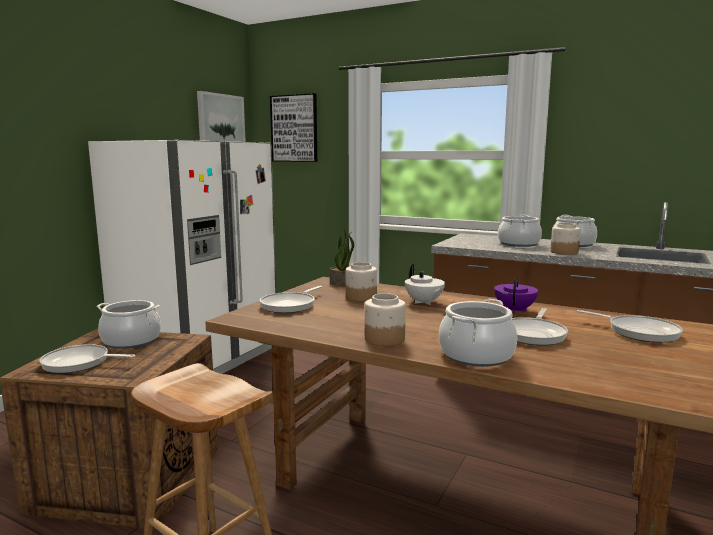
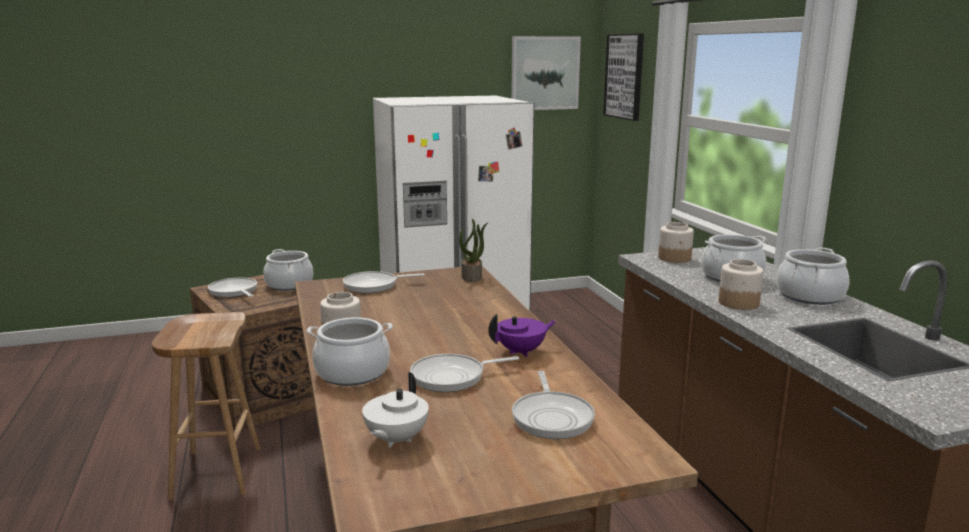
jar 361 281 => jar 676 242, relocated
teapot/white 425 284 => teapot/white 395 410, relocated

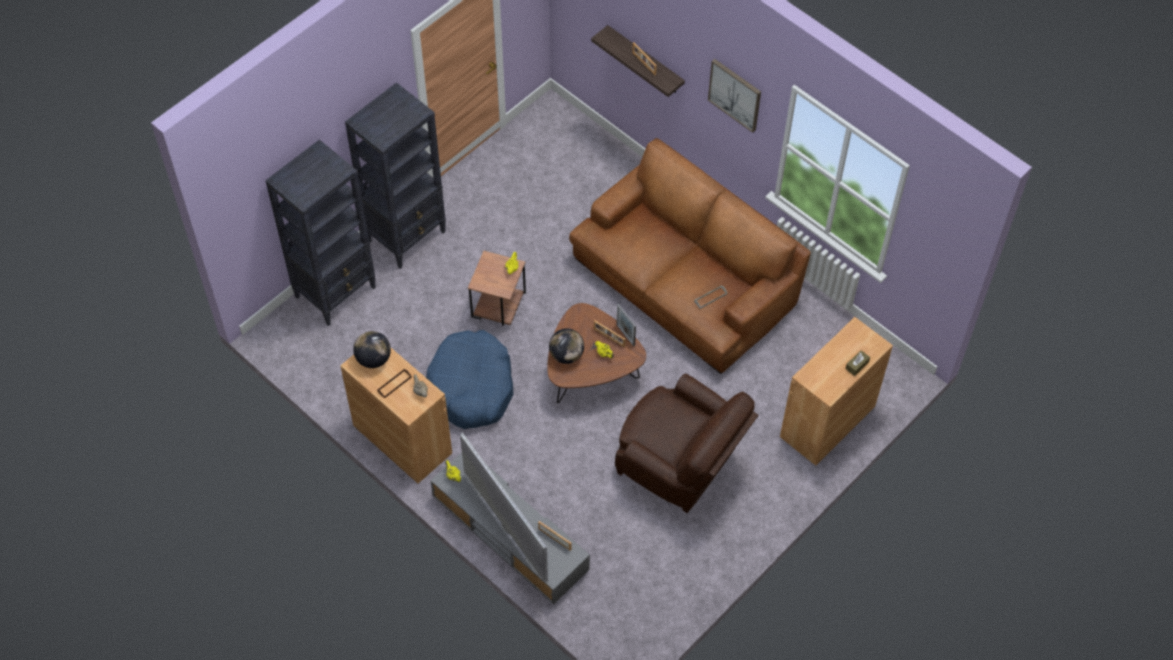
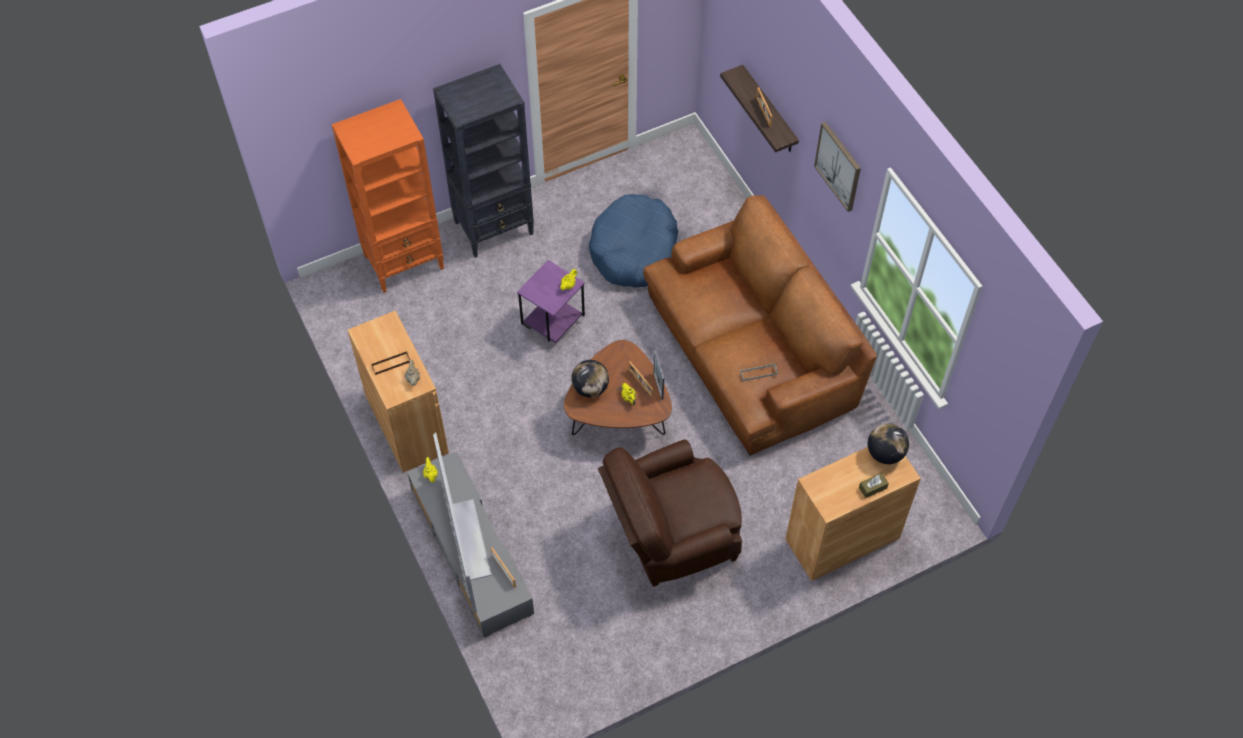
bookcase/black 320 233 => bookcase/orange 387 196
side table/brown 497 288 => side table/purple 551 301
dog bed/blue 469 379 => dog bed/blue 633 241, relocated
globe 372 349 => globe 888 443, relocated
armchair/brown 687 443 => armchair/brown 670 513, 105 degrees clockwise

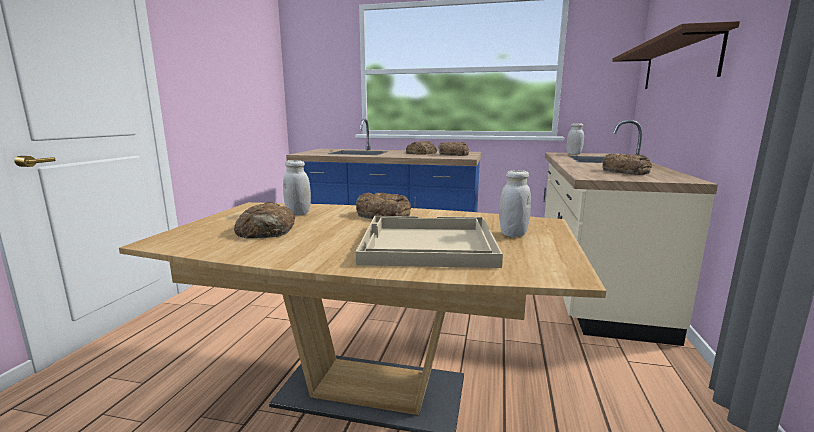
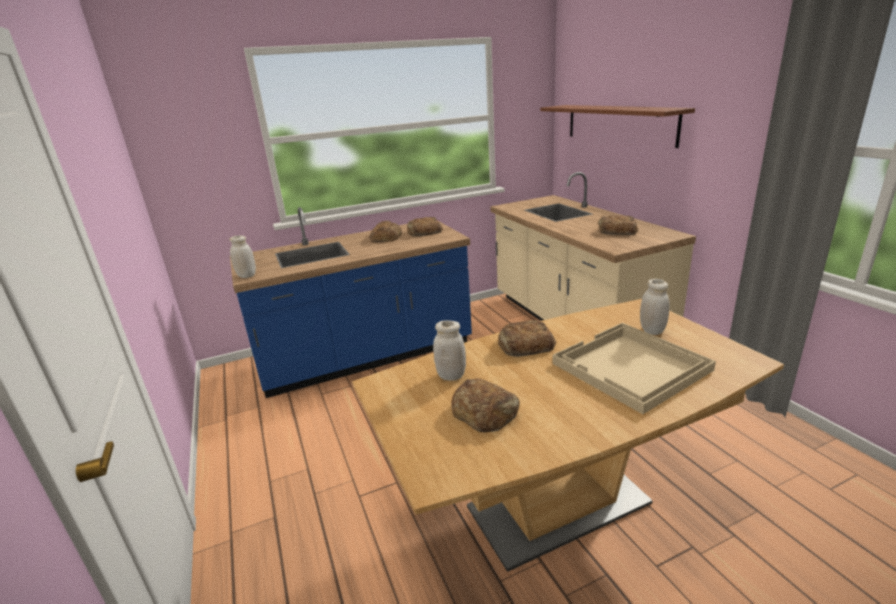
jar/white 575 138 => jar/white 242 256, relocated

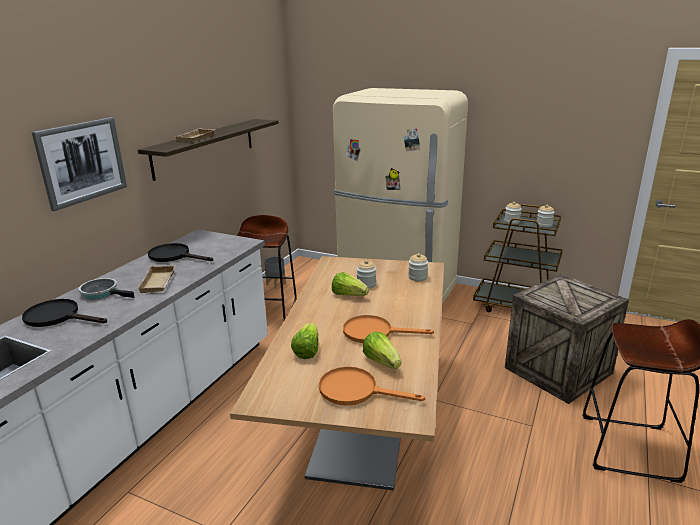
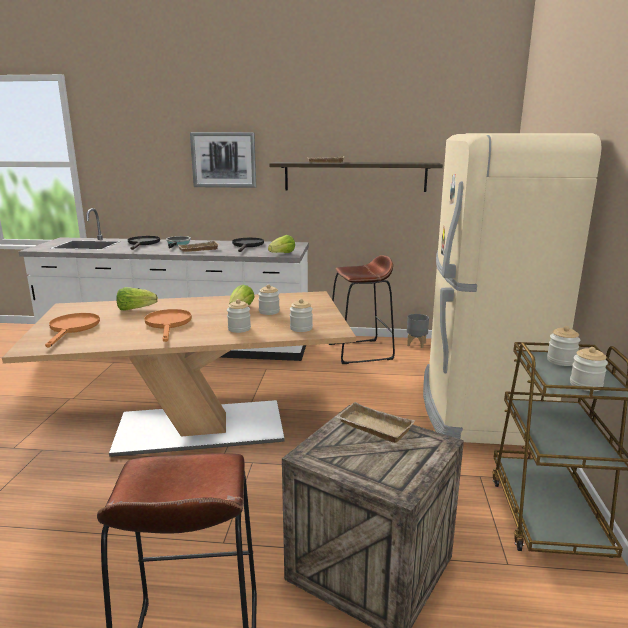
lettuce 382 350 => lettuce 281 244, relocated
nothing => jar 239 316
nothing => tray/beige 375 422

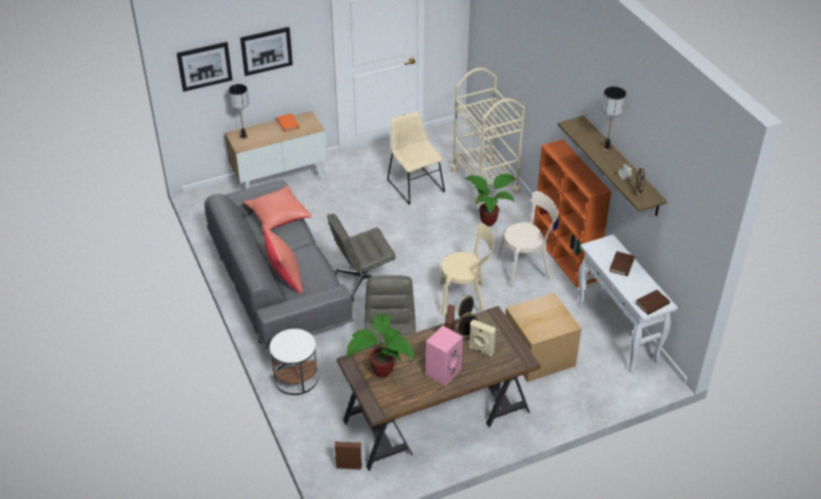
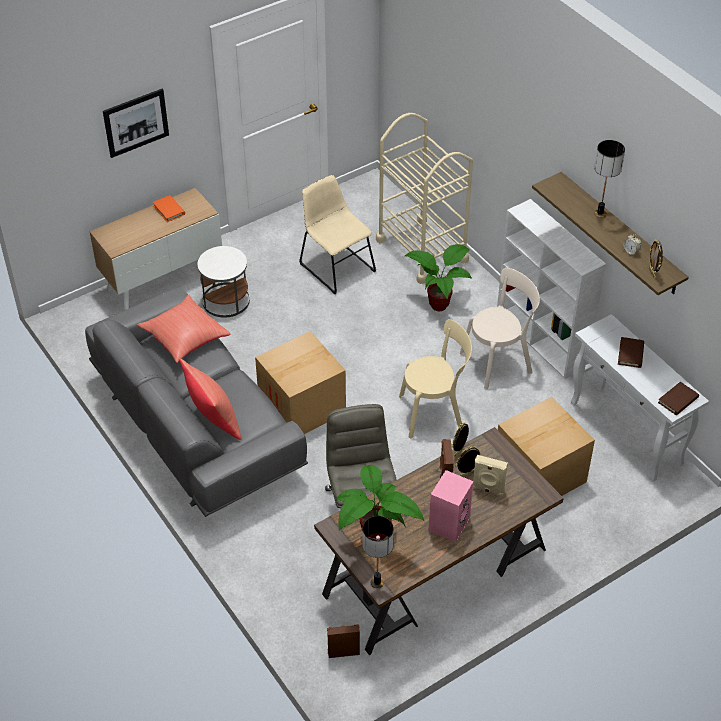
picture 205 67 => nothing
table lamp 239 111 => table lamp 378 552, relocated
bookcase/orange 572 213 => bookcase/white 551 289
office chair/grey 361 257 => cardboard box 300 382
side table/white 294 362 => side table/white 224 282, relocated

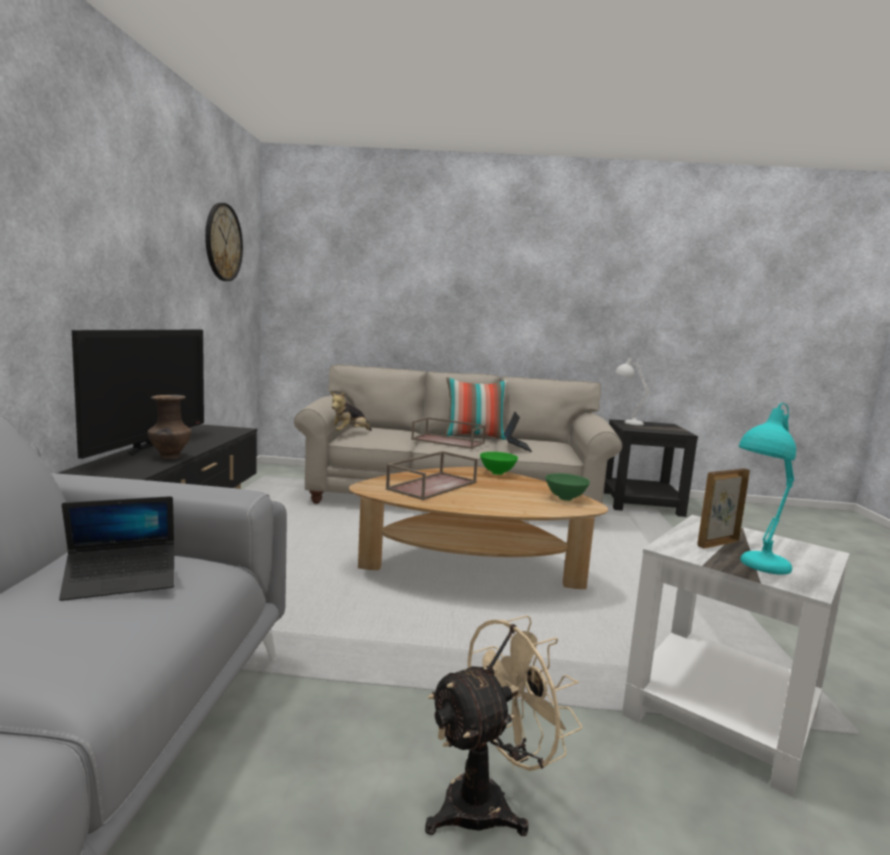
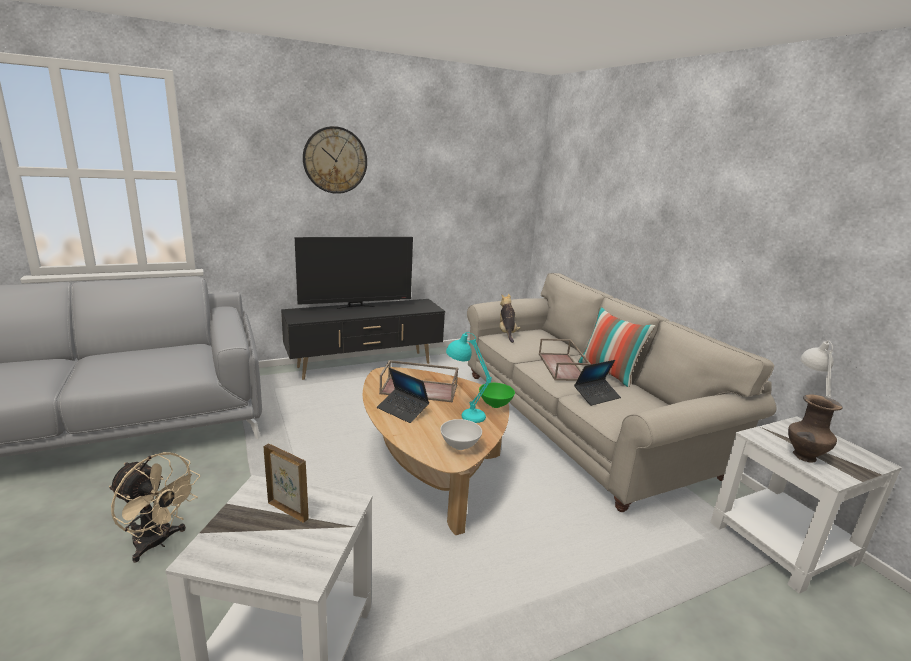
wall clock 224 242 => wall clock 335 160, relocated
plush toy 351 411 => plush toy 510 318, 75 degrees clockwise
vase/brown 169 427 => vase/brown 815 428, relocated
table lamp/turquoise 767 489 => table lamp/turquoise 469 377, relocated
side table/black 651 468 => side table/white 806 505
bowl/green 568 487 => bowl/white 461 434
laptop 116 548 => laptop 403 395, relocated

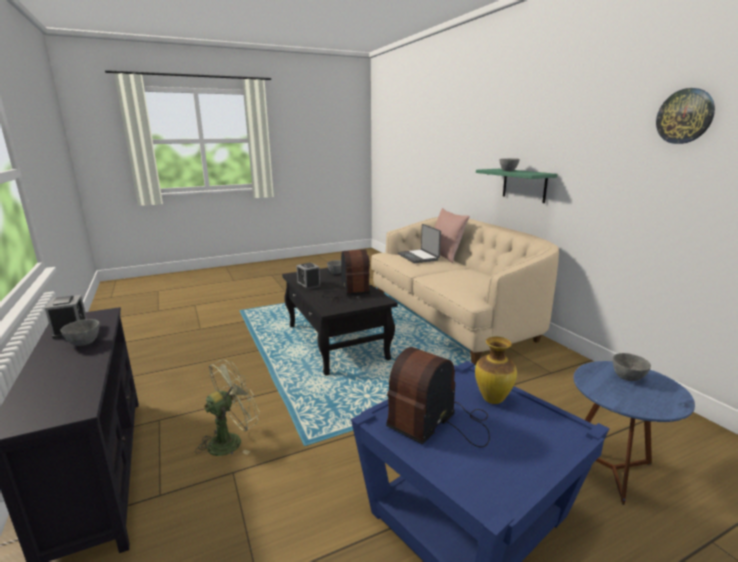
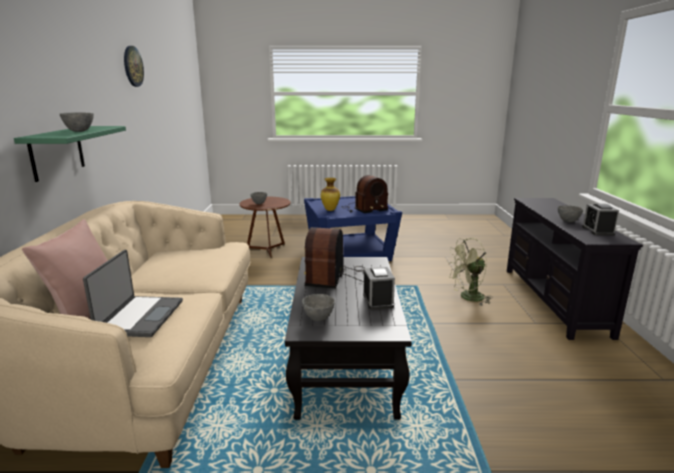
side table/blue 634 433 => side table/brown 265 227

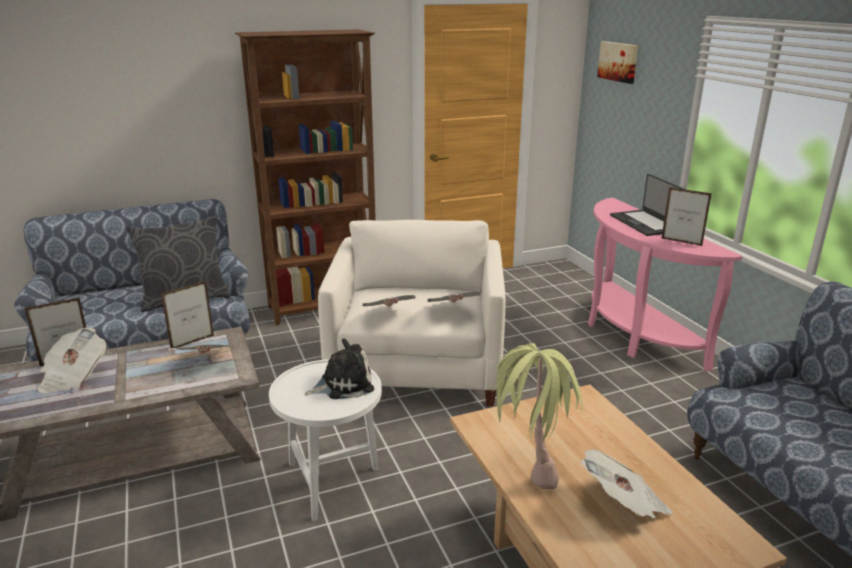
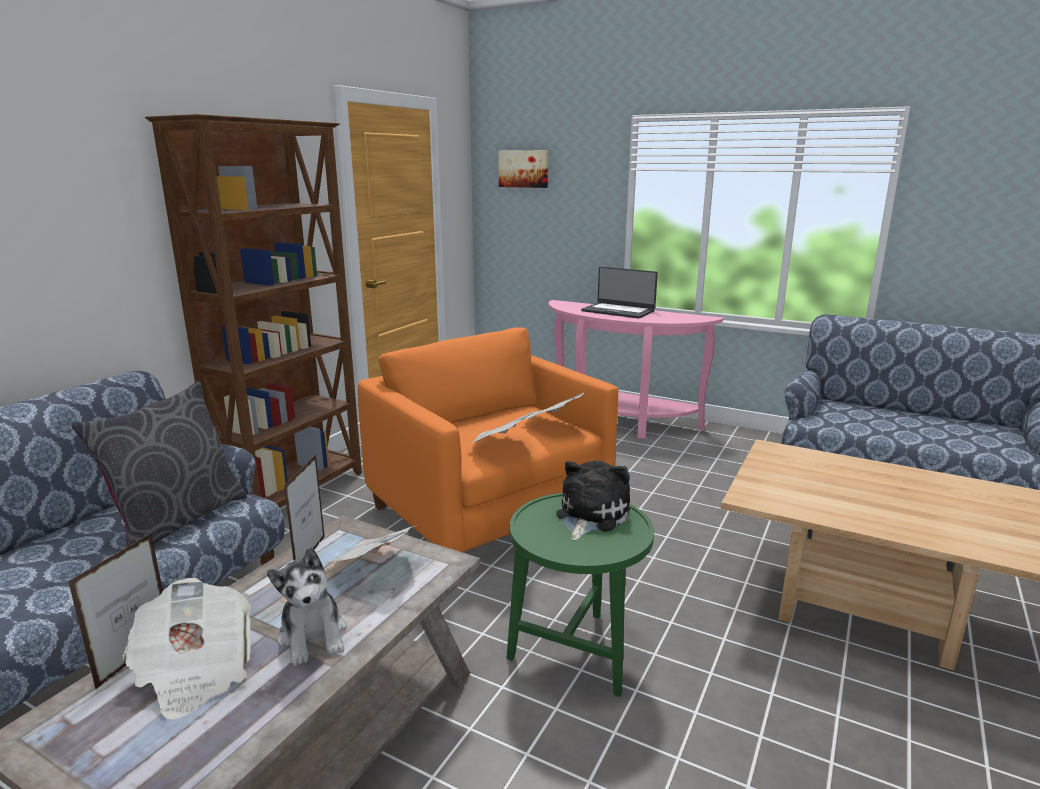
picture frame 686 216 => nothing
armchair/white 411 313 => armchair/orange 488 440
potted plant 537 416 => nothing
side table/white 325 440 => side table/green 580 595
newspaper 626 483 => nothing
nothing => plush toy 307 606

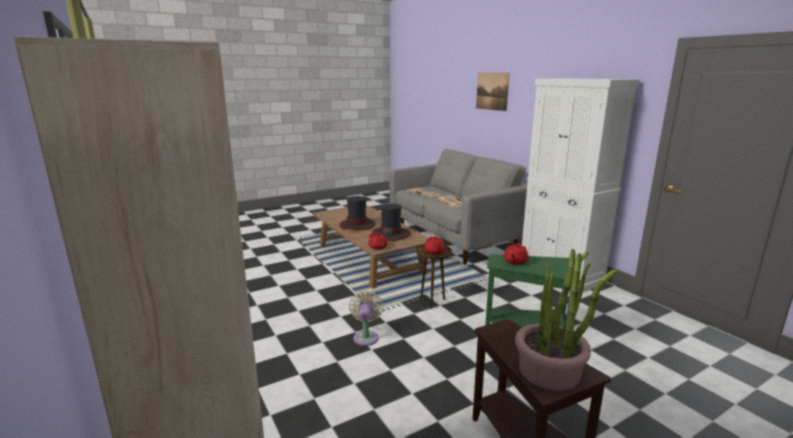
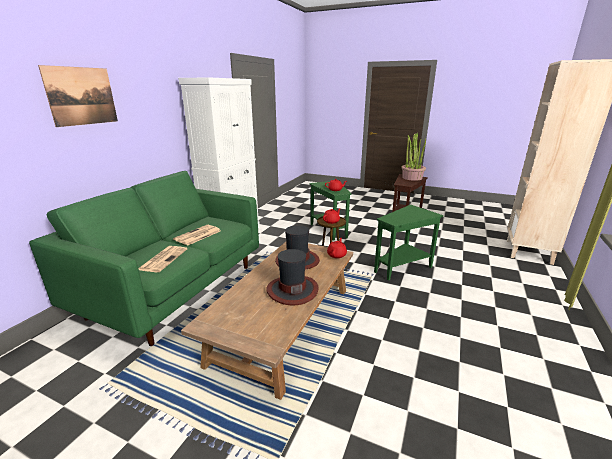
sofa/grey 458 206 => sofa/green 144 258
fan/beige 366 318 => side table/green 408 243

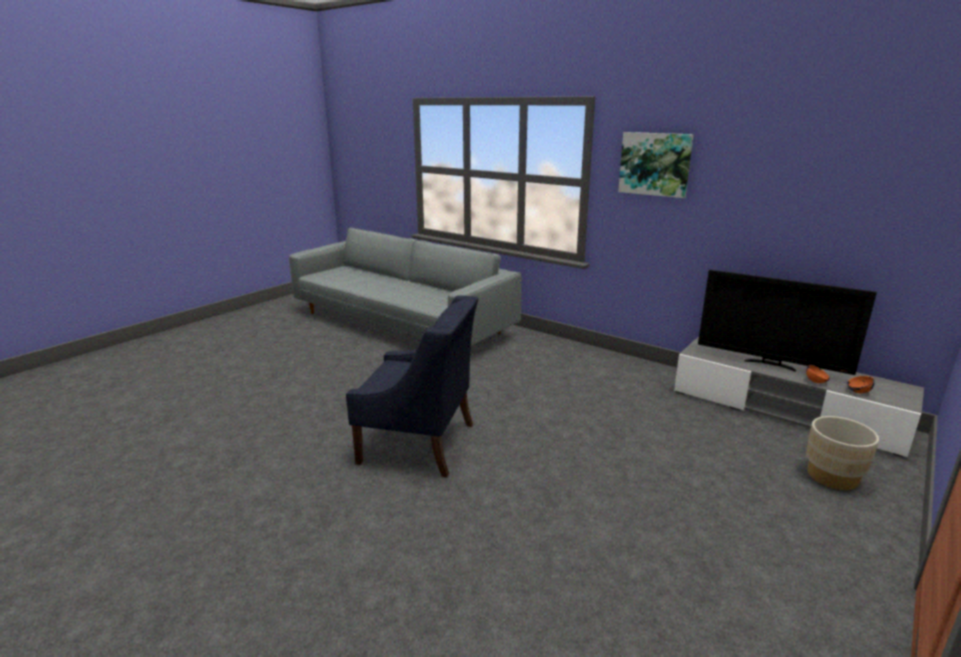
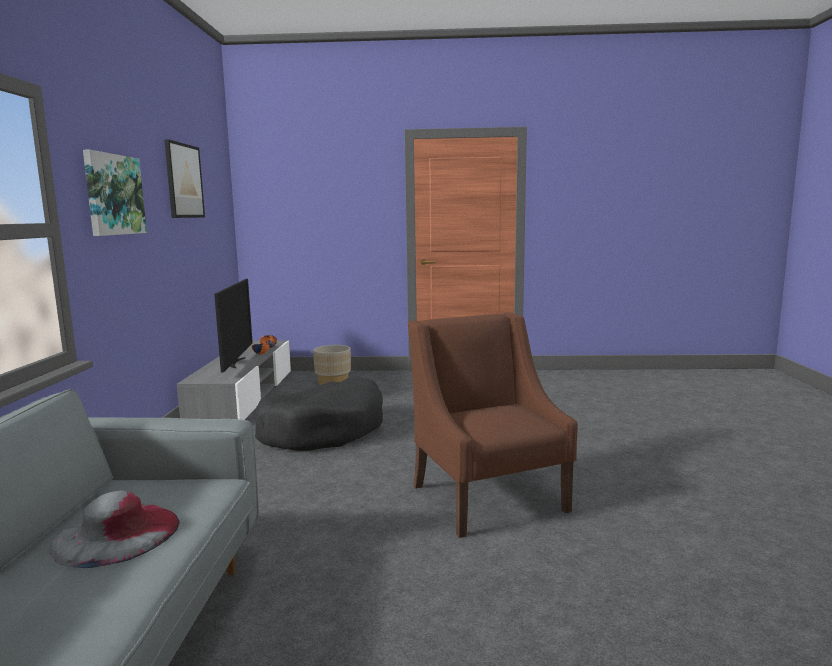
armchair/blue 412 386 => armchair/brown 493 425
nothing => picture 184 178
nothing => dog bed/black 319 414
nothing => hat/grey 114 529

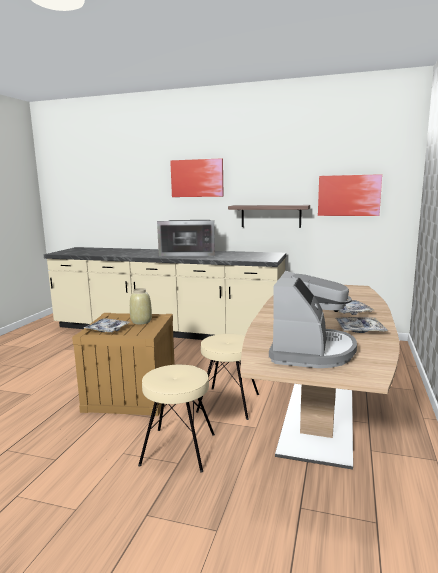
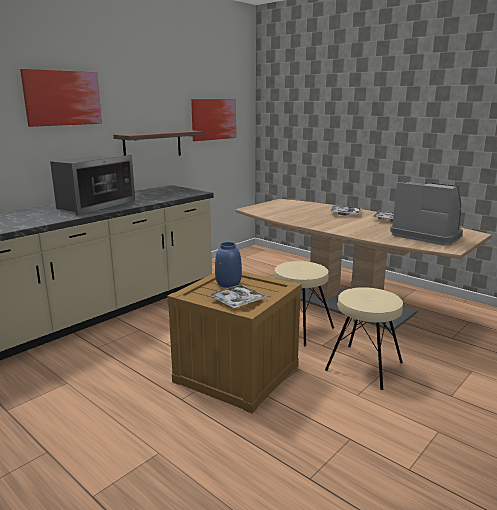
vase/beige 141 306 => vase/blue 228 265

